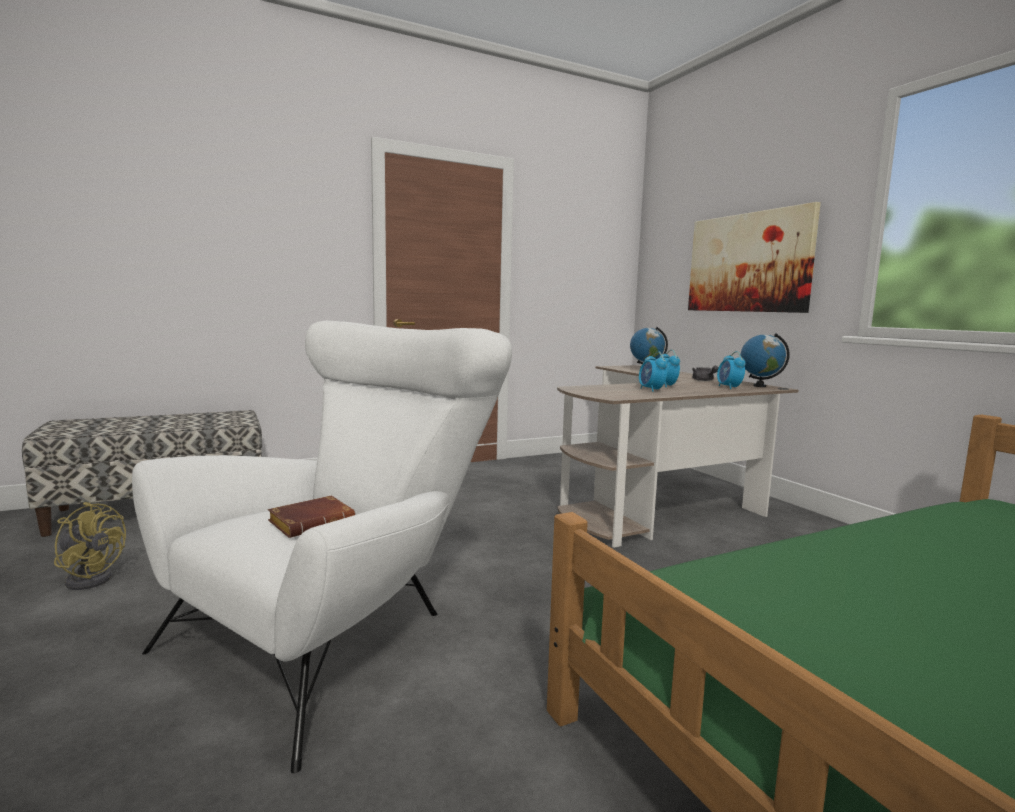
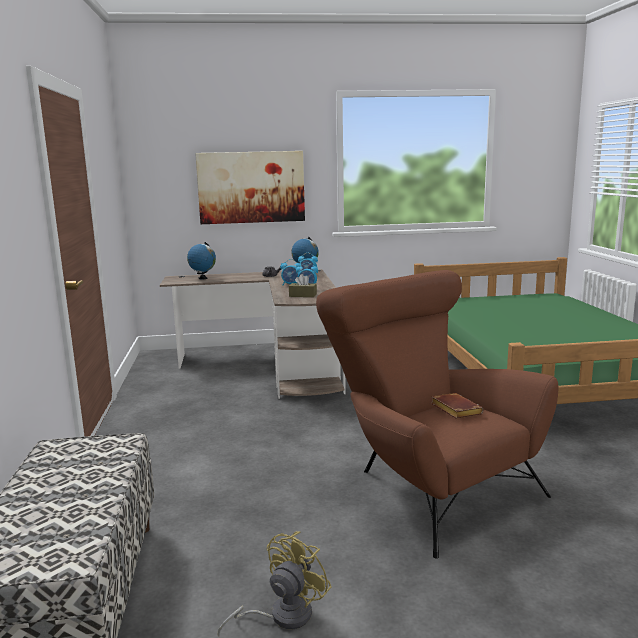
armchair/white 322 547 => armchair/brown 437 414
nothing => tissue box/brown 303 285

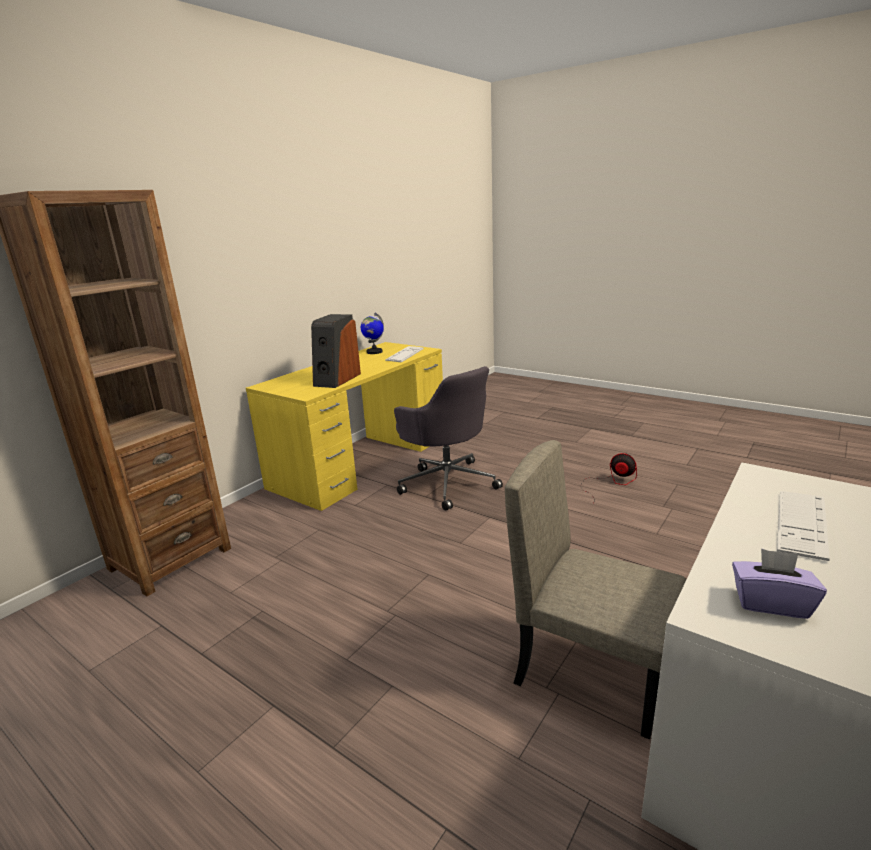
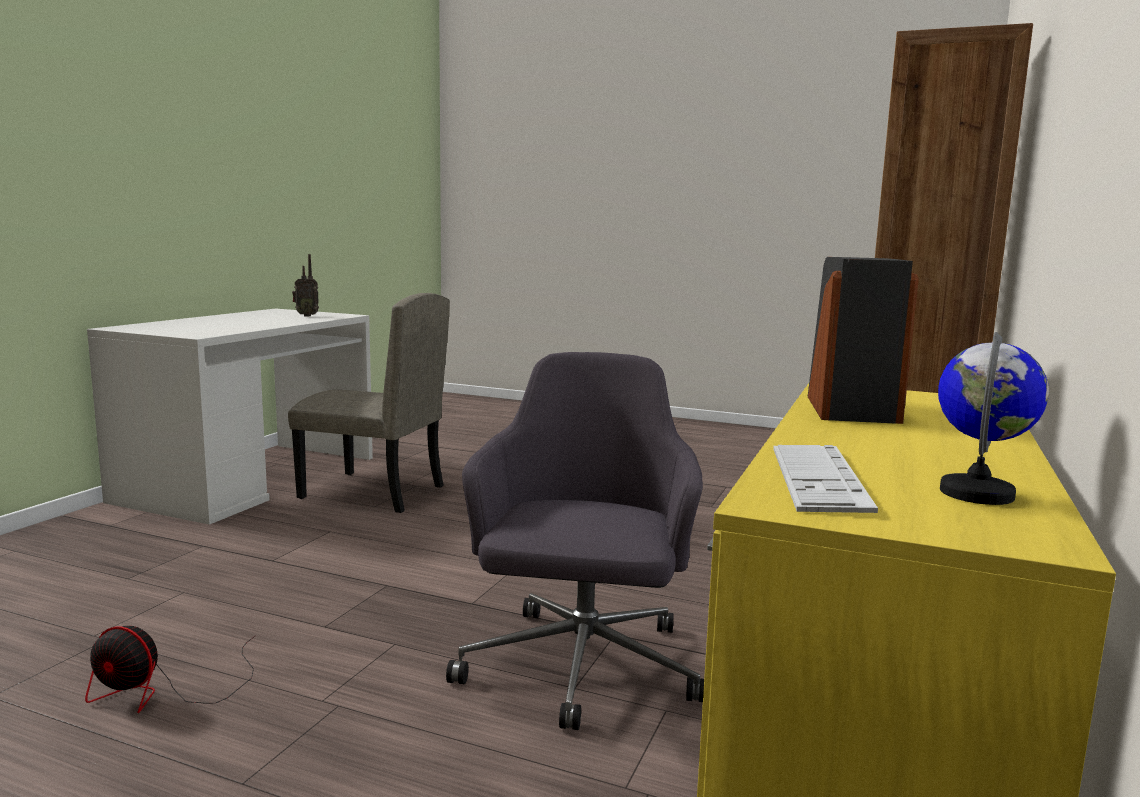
office chair/grey 448 438 => office chair/grey 575 541, 60 degrees clockwise
keyboard 803 526 => nothing
tissue box/purple 779 583 => radio 305 285

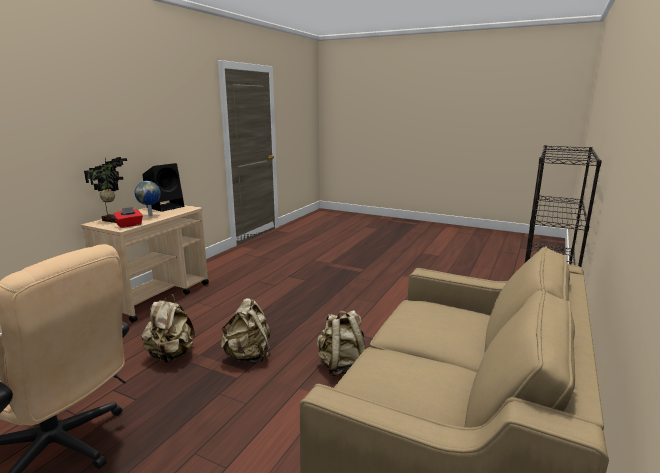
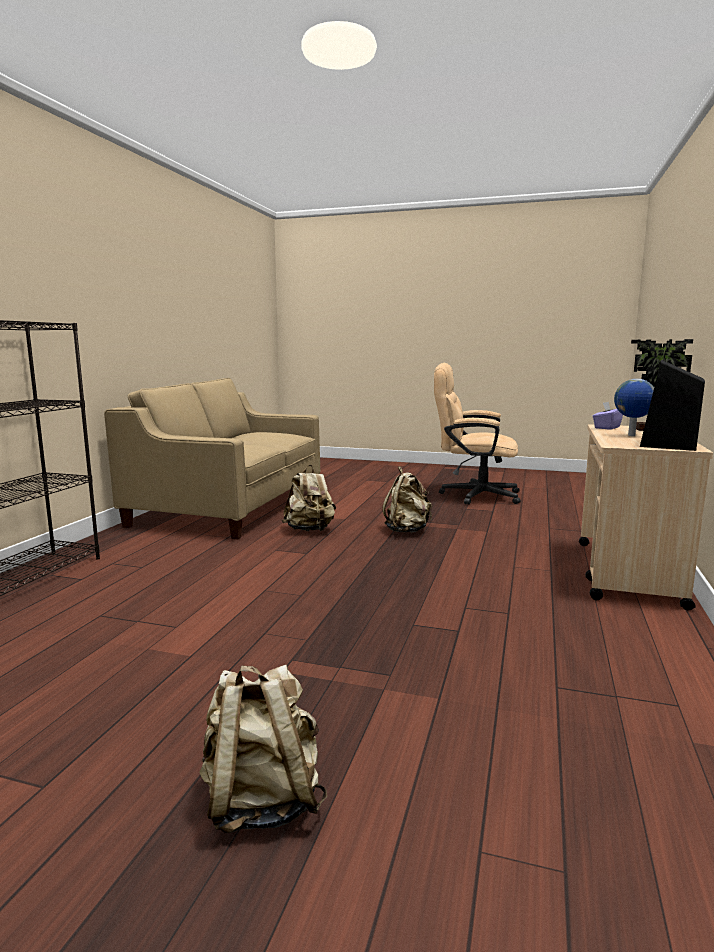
tissue box/red 128 217 => tissue box/purple 608 415
backpack/beige 168 328 => backpack/beige 263 749, relocated

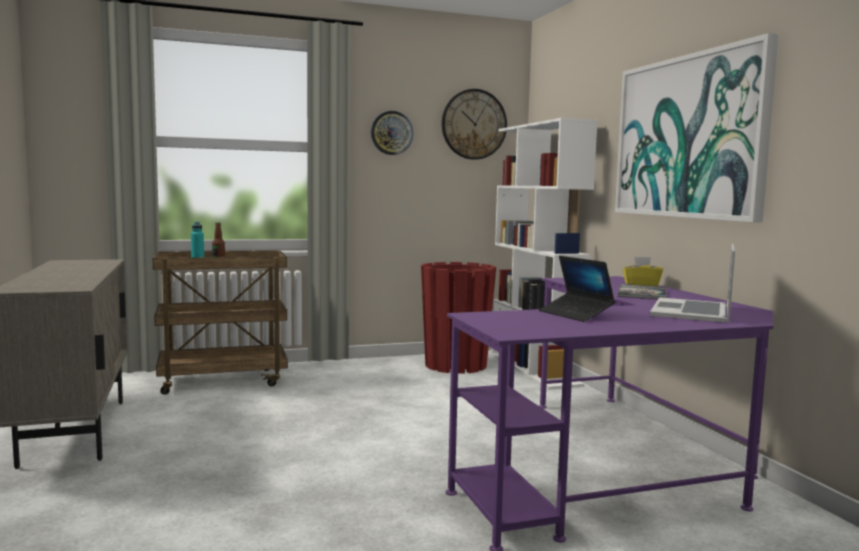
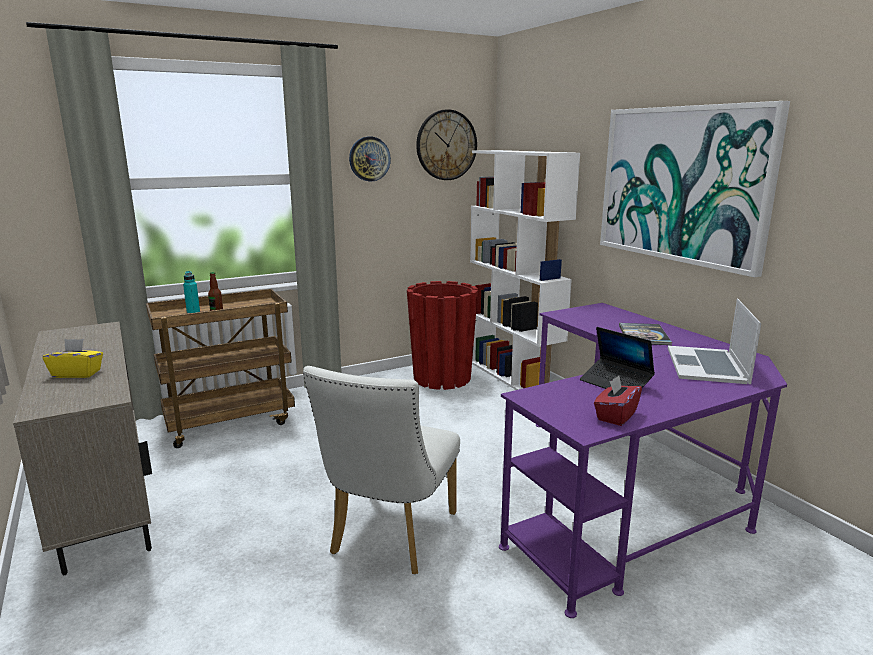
tissue box/yellow 643 271 => tissue box/yellow 73 358, relocated
nothing => chair/white 381 470
nothing => tissue box/red 618 400

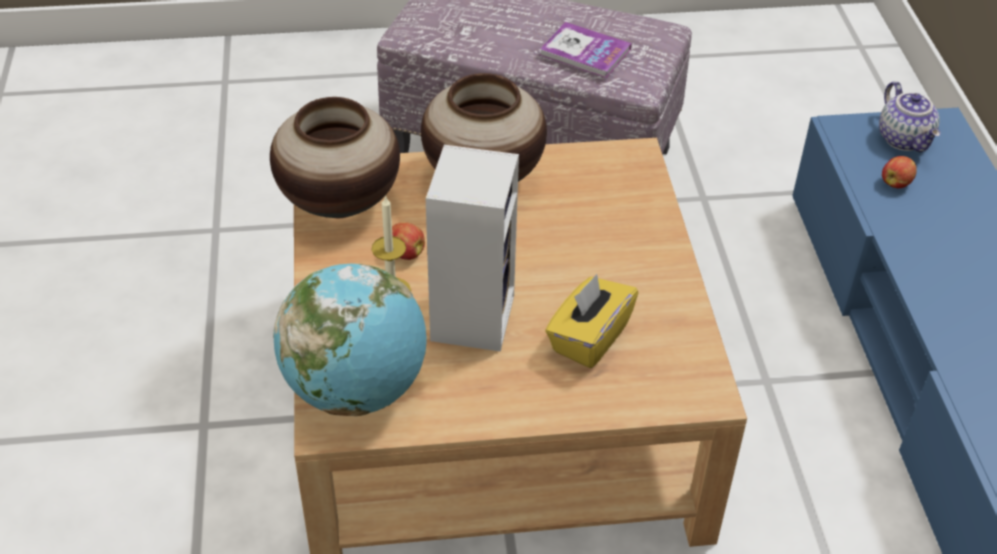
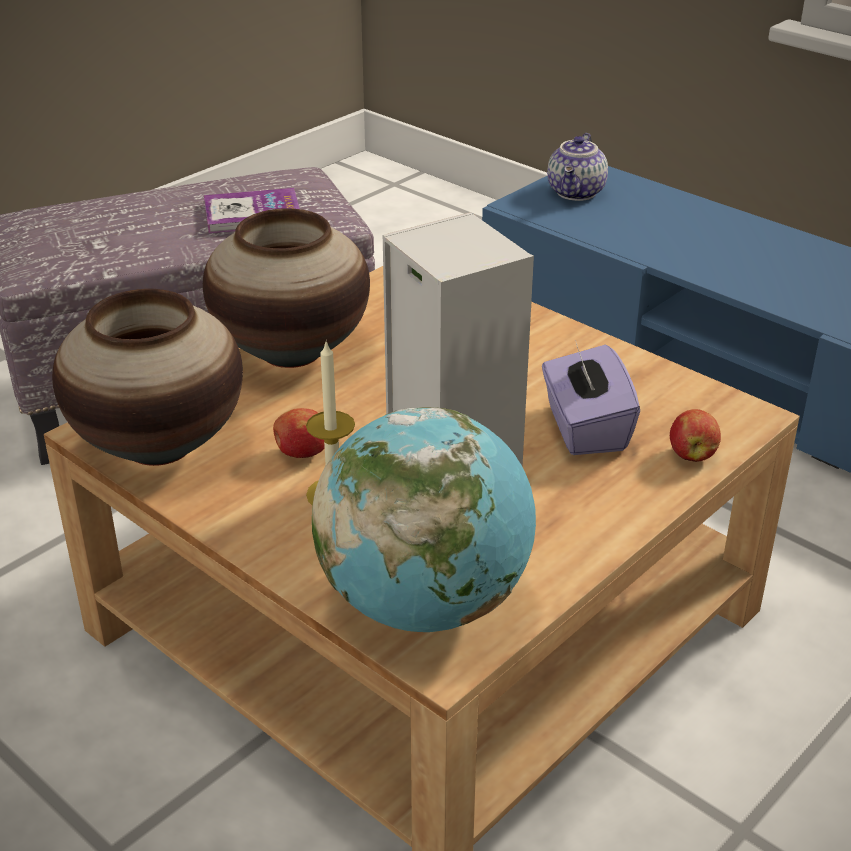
teapot 910 116 => teapot 577 167, 75 degrees clockwise
apple 899 172 => apple 695 435, relocated
tissue box/yellow 591 321 => tissue box/purple 591 397

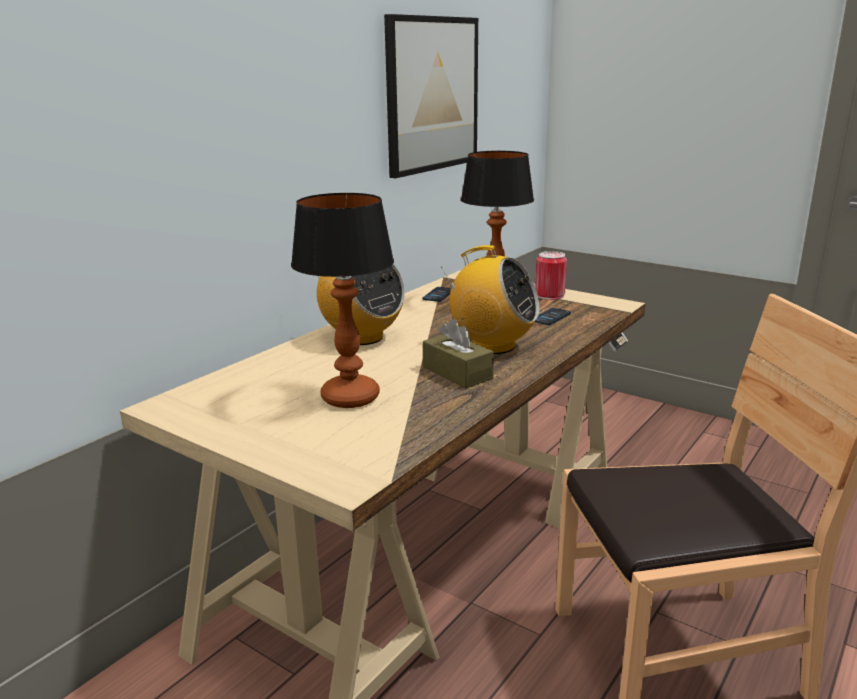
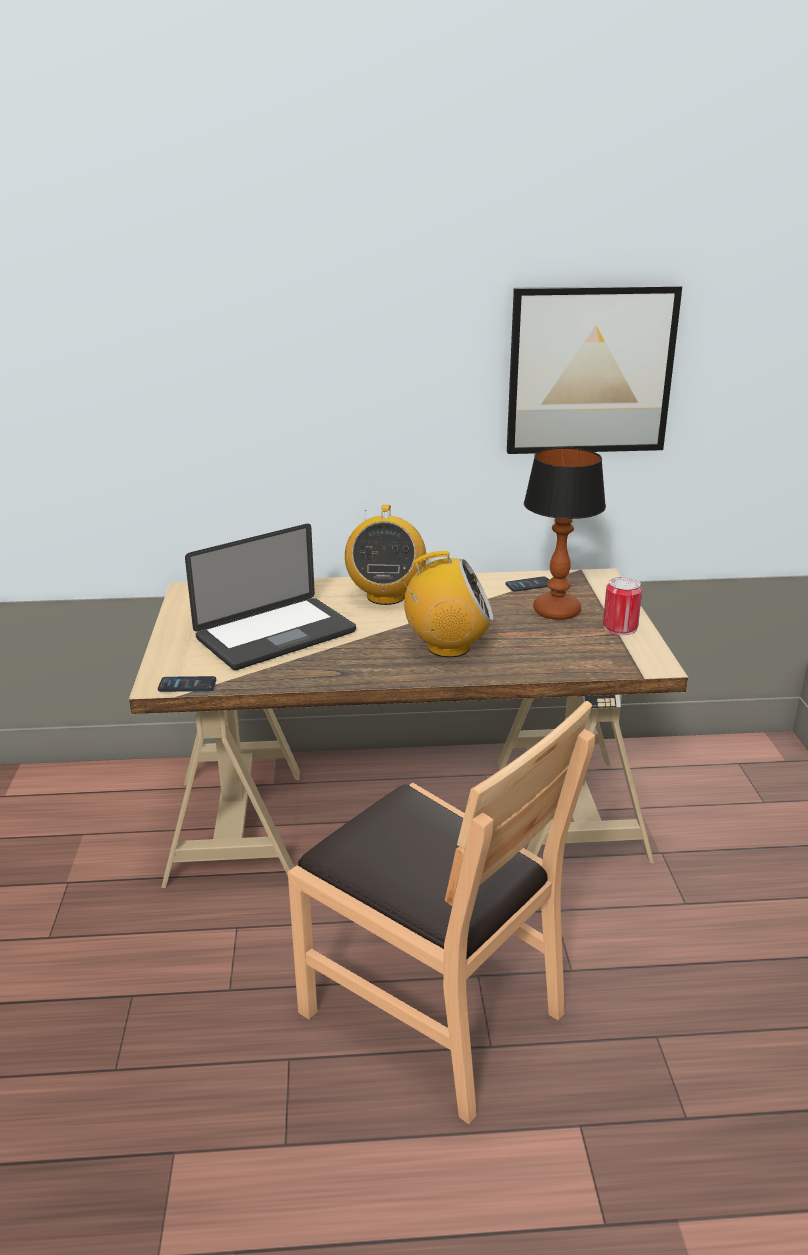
table lamp 342 300 => laptop 270 597
radio 490 299 => radio 447 604, 75 degrees counterclockwise
phone 553 316 => phone 187 684, relocated
tissue box/brown 458 353 => nothing

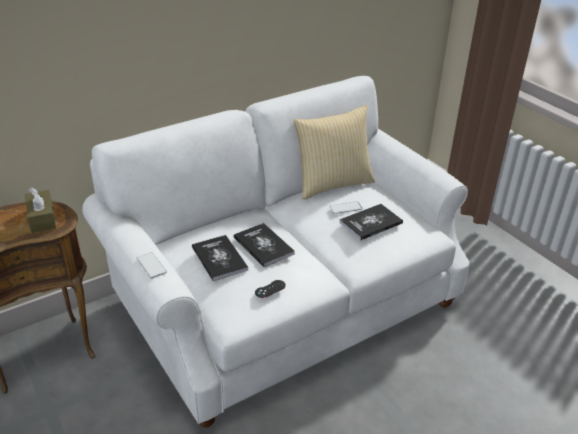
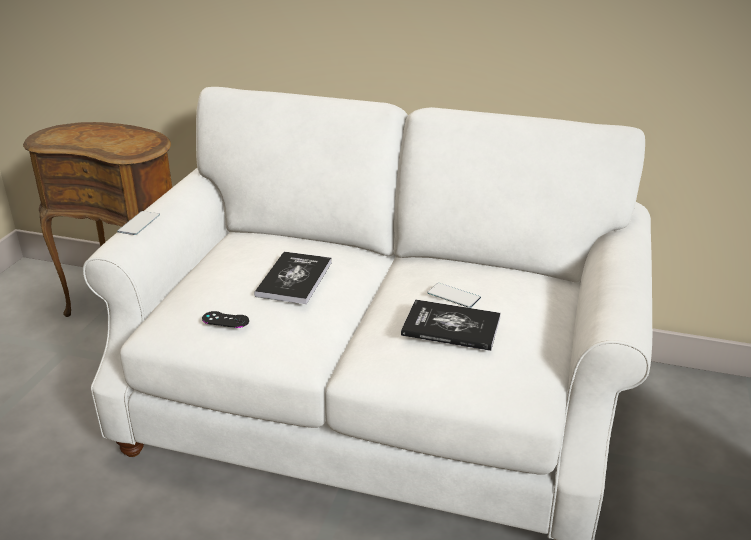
pillow 334 152 => nothing
tissue box/brown 40 210 => nothing
book 220 258 => nothing

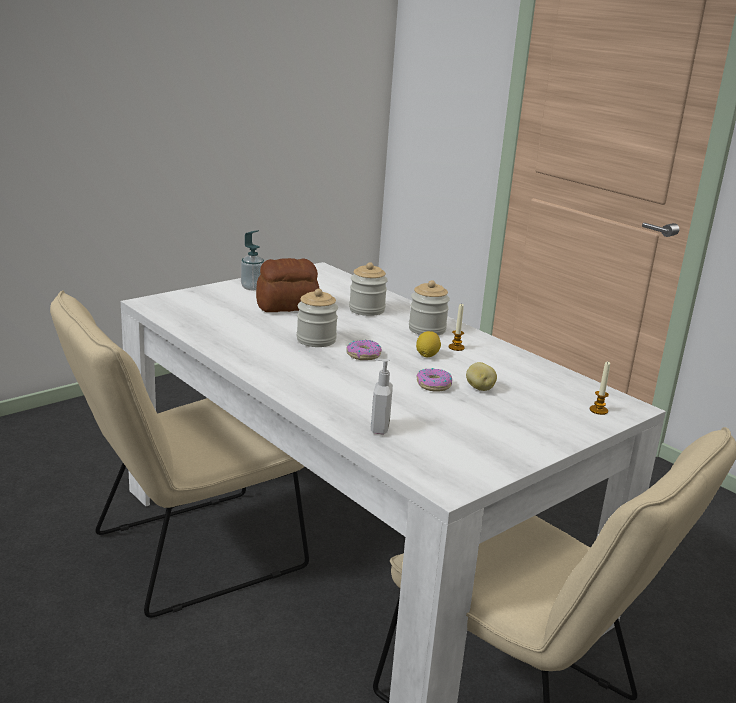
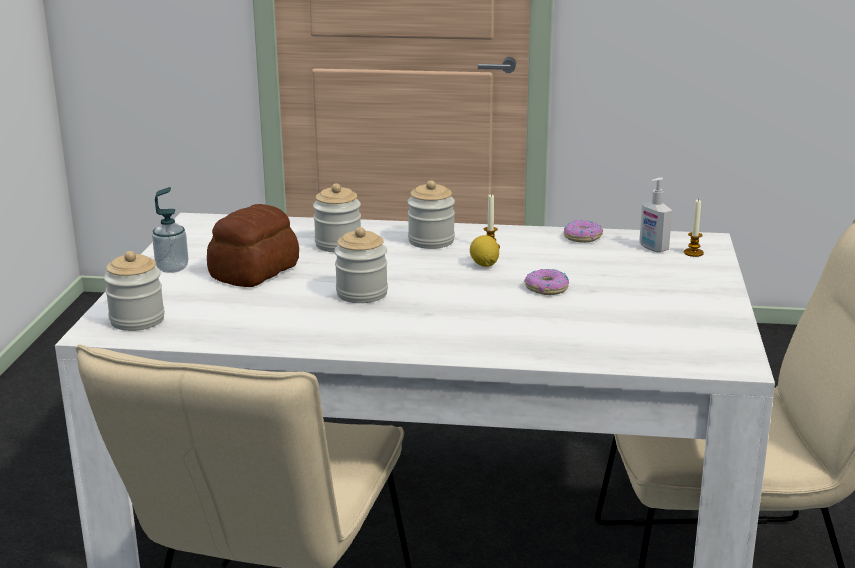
donut 364 350 => donut 583 231, relocated
soap dispenser 382 396 => soap dispenser 655 215, relocated
potato 481 376 => nothing
nothing => jar 134 291

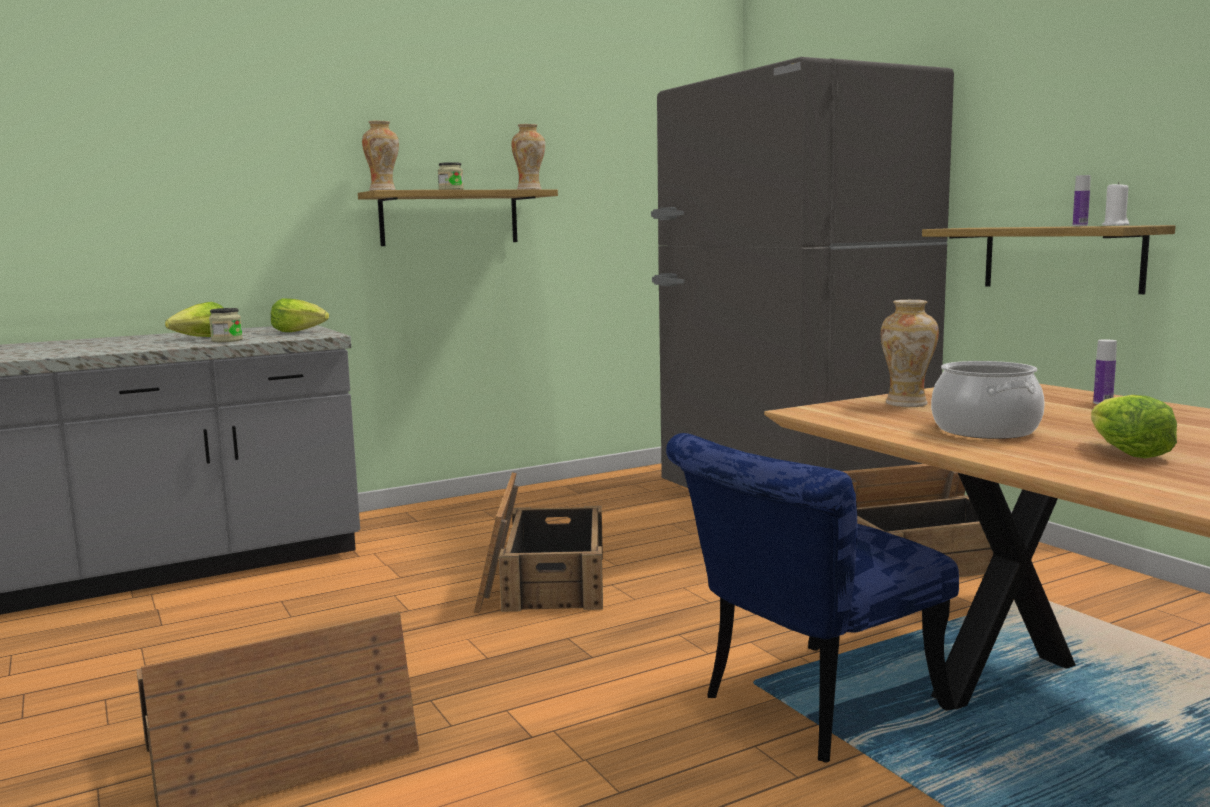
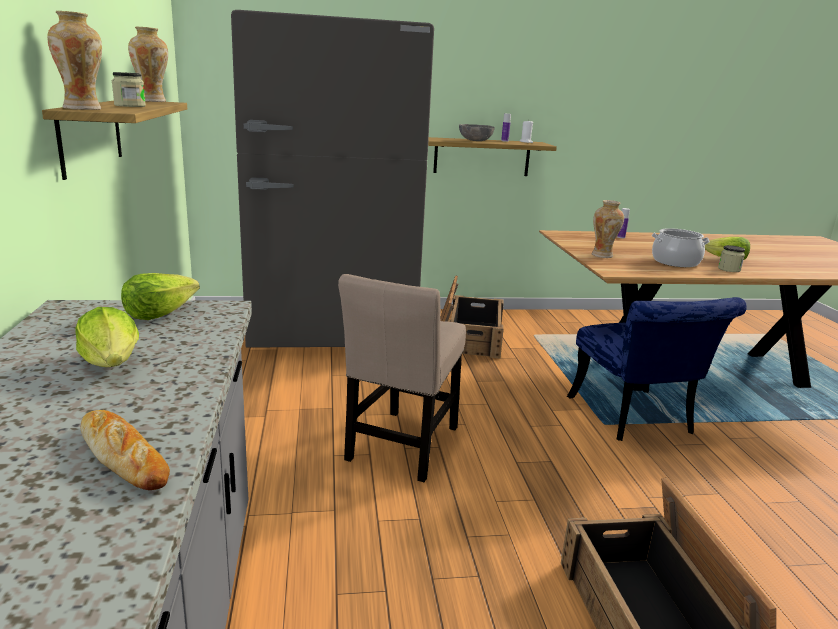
jar 226 325 => jar 731 258, relocated
crate 538 542 => chair/beige 402 378
nothing => bowl/grey 477 132
nothing => bread 125 450

